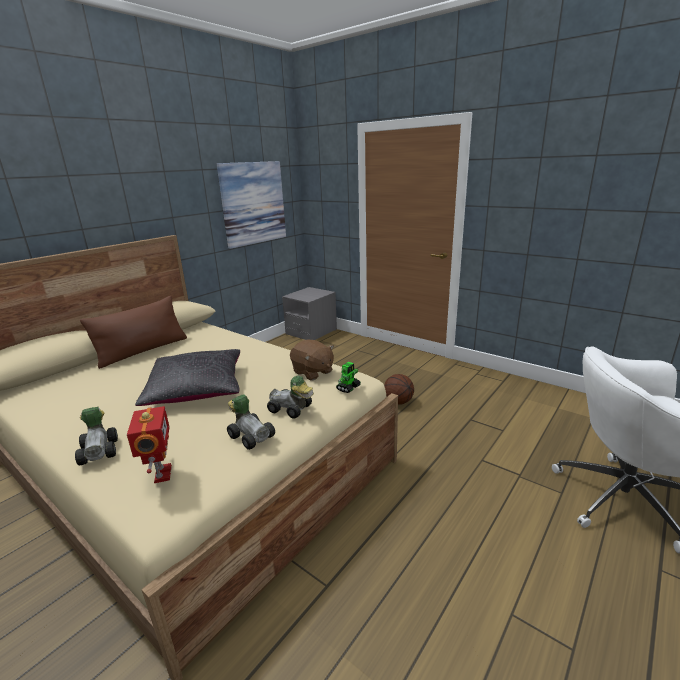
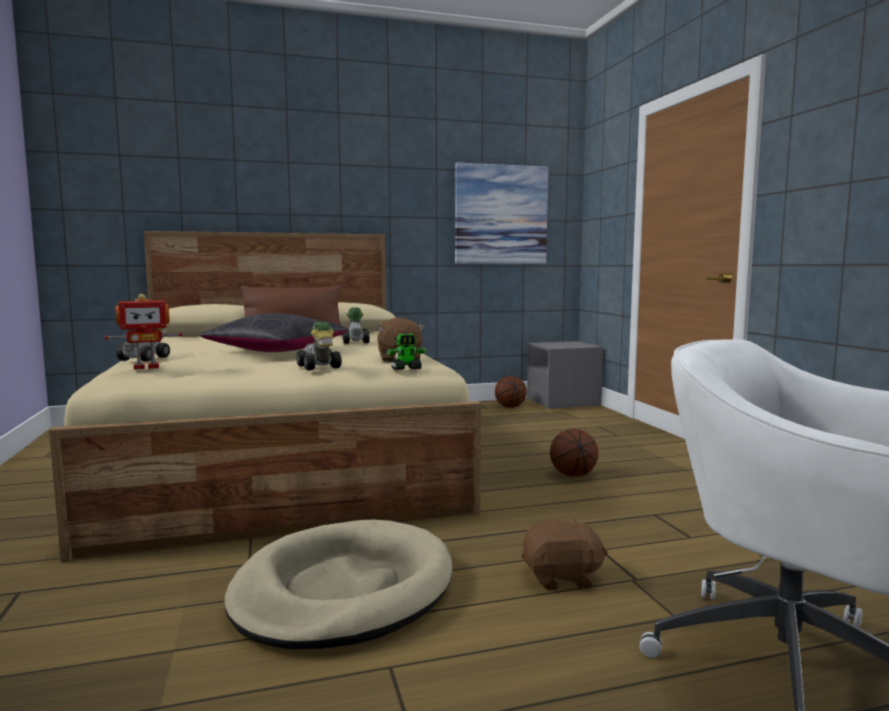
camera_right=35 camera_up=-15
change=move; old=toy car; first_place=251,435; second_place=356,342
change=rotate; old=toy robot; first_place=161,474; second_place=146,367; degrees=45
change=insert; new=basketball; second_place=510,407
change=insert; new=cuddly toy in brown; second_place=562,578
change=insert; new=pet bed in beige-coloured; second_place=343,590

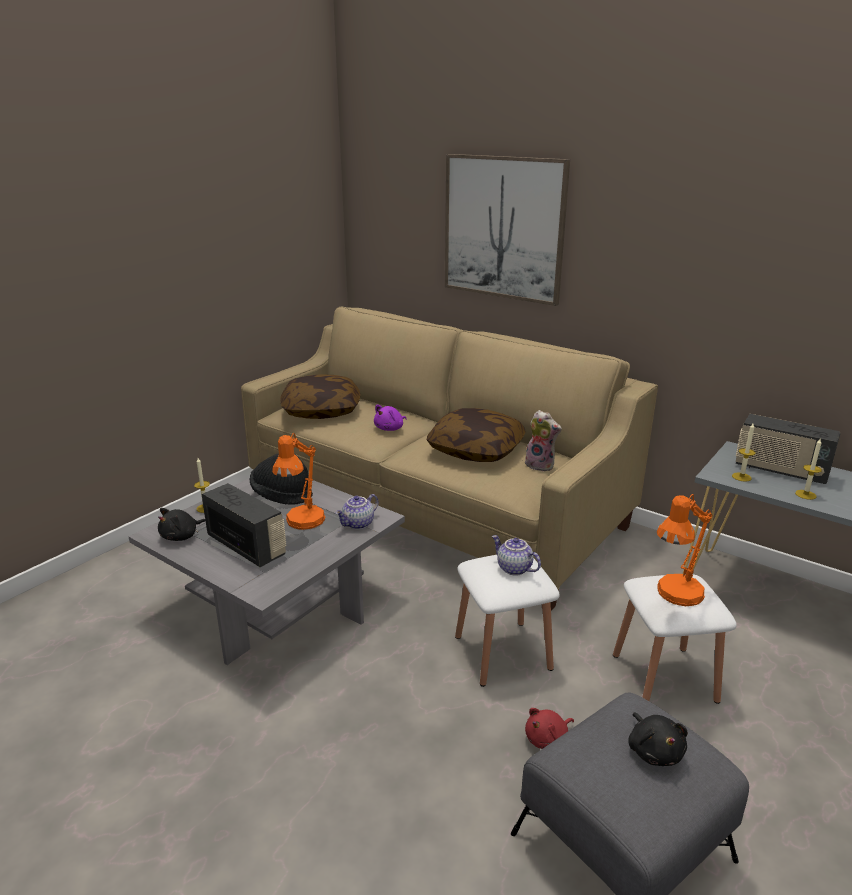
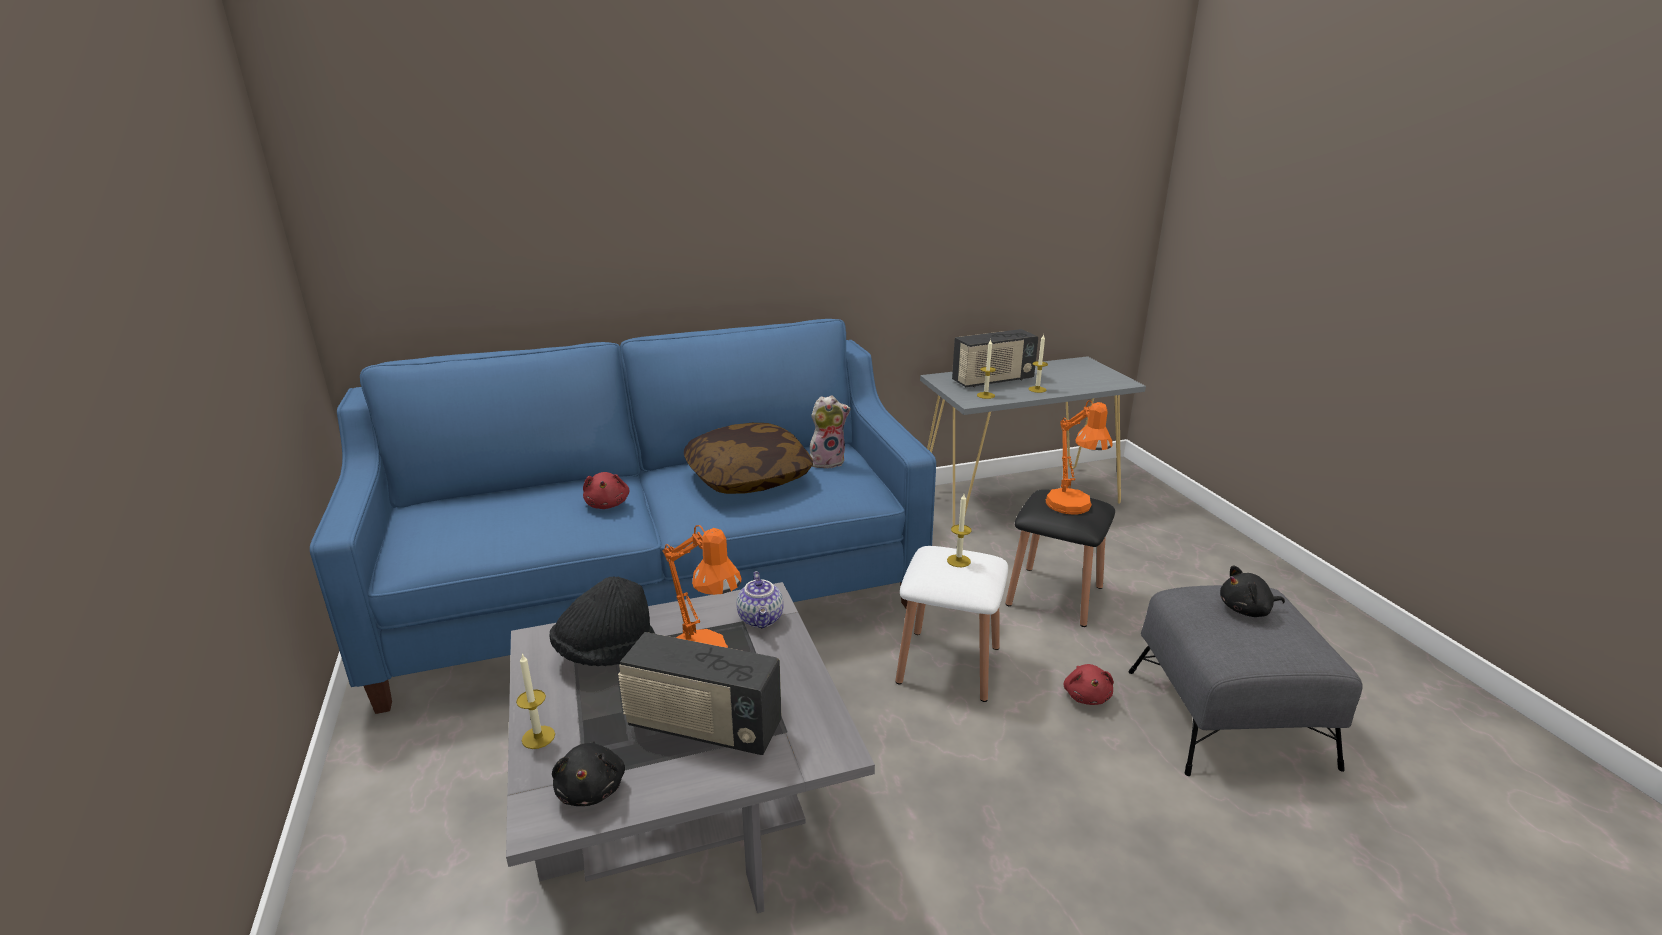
camera_right=-55 camera_up=0
change=delete; old=picture; first_place=503,228
change=recolor; old=settee in beige-coloured; new=settee in bluish; first_place=435,507; second_place=654,590
change=delete; old=pillow; first_place=321,410
change=recolor; old=cuddly toy in purple; new=cuddly toy in red-coloured; first_place=390,428; second_place=607,504
change=rotate; old=radio receiver; first_place=247,546; second_place=703,728; degrees=-150
change=replace; old=tea pot; new=wax light; first_place=513,569; second_place=958,561
change=recolor; old=stool seat in whitish; new=stool seat in black-coloured; first_place=664,677; second_place=1054,595
change=rotate; old=cuddly toy in black-coloured; first_place=654,751; second_place=1247,610; degrees=150

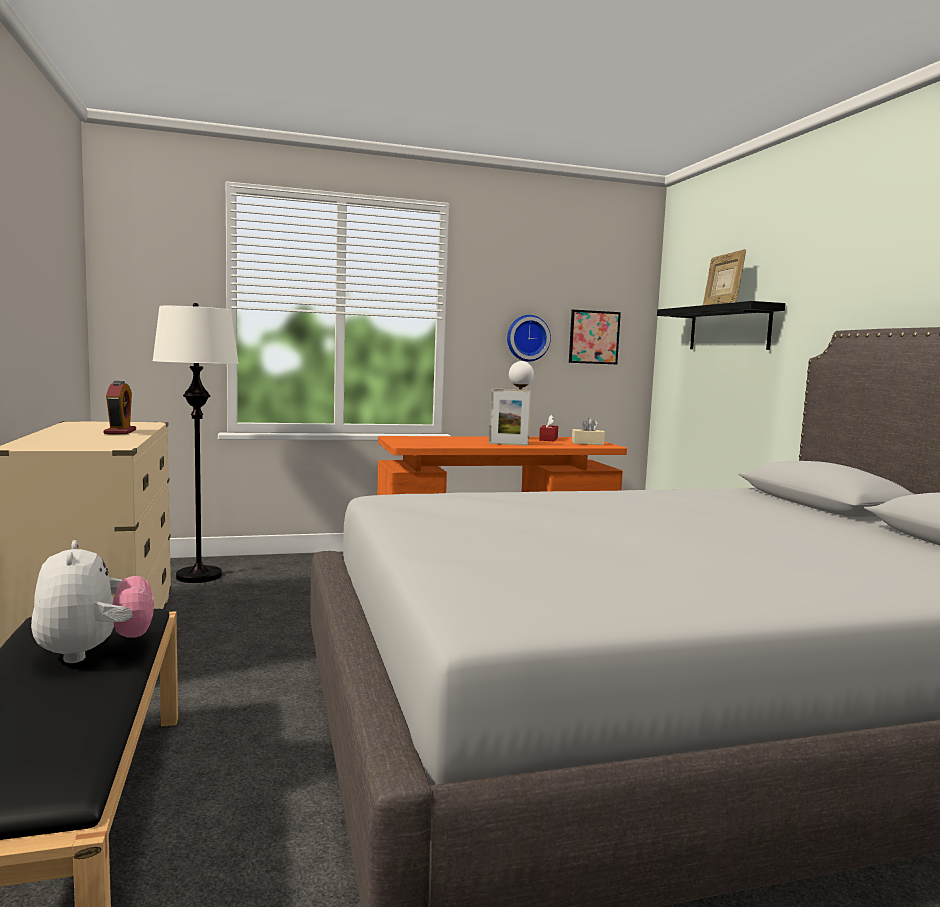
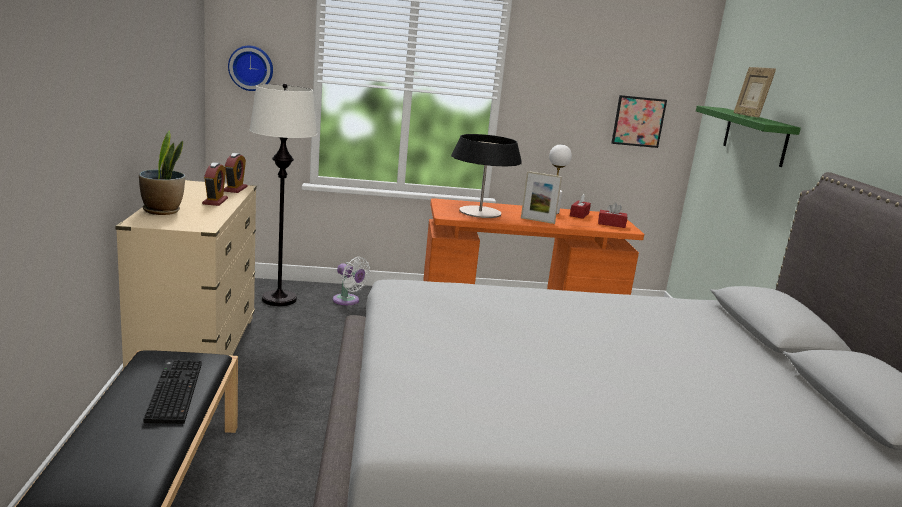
camera_right=10 camera_up=10
change=recolor; old=bracket shelf in black-coloured; new=bracket shelf in green-coloured; first_place=729,328; second_place=755,136
change=move; old=wall clock; first_place=527,338; second_place=251,68
change=recolor; old=tissue holder in beige-coloured; new=tissue holder in red-coloured; first_place=587,443; second_place=611,224
change=replace; old=cuddly toy; new=PC keyboard; first_place=93,652; second_place=173,391
change=insert; new=plant in a pot; second_place=163,211
change=insert; new=tabletop lamp; second_place=480,212
change=insert; new=table clock; second_place=235,189
change=insert; new=electric fan in whitish; second_place=348,301

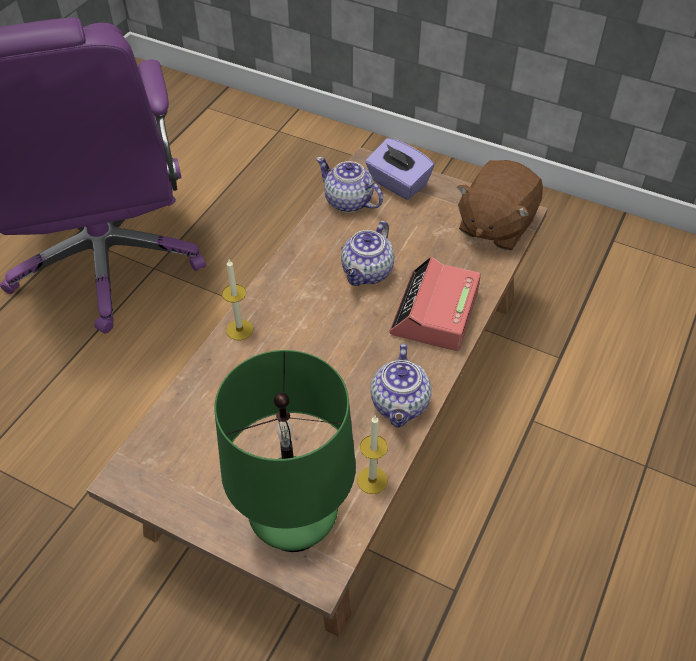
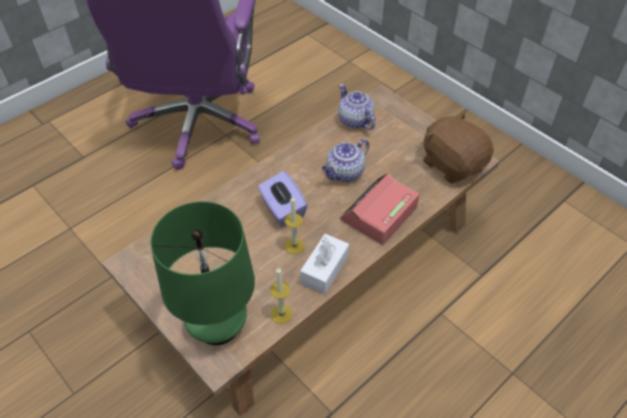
camera_right=20 camera_up=0
change=move; old=tissue holder in purple; first_place=397,184; second_place=282,210
change=rotate; old=cuddly toy in brown; first_place=495,226; second_place=452,164; degrees=90
change=move; old=wax light; first_place=239,330; second_place=294,246
change=replace; old=tea pot; new=tissue holder in whitish; first_place=400,405; second_place=324,270

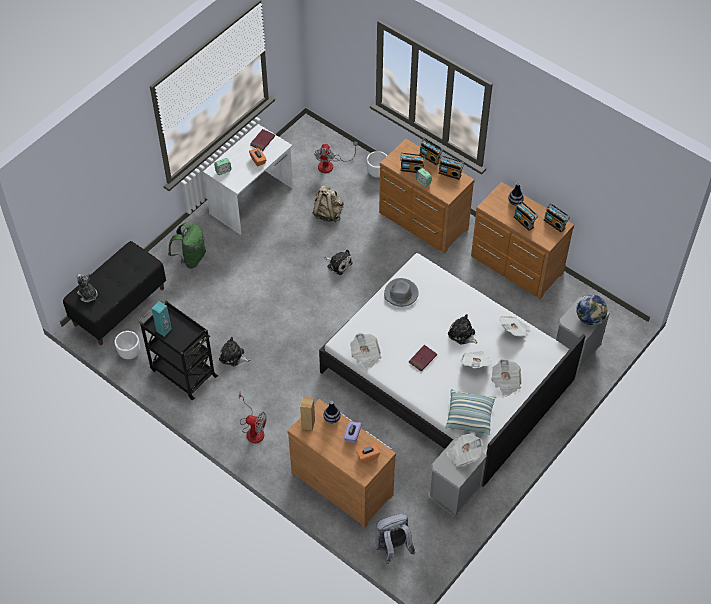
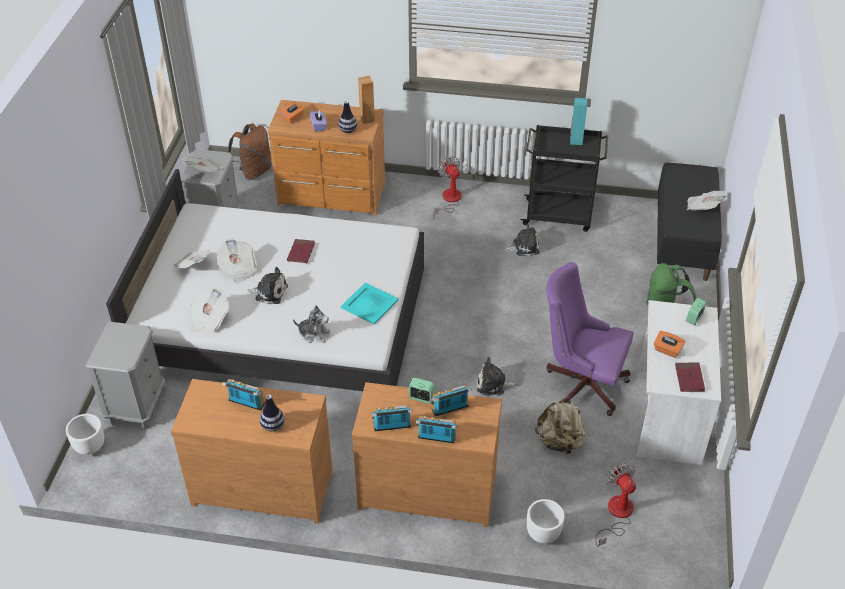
camera_right=150 camera_up=-10
change=delete; old=radio receiver; first_place=555,223
change=move; old=cuddly toy; first_place=88,295; second_place=314,334
change=replace; old=clothing hat in gray; new=serving tray in turquoise; first_place=401,294; second_place=369,304
change=delete; old=globe; first_place=589,318
change=move; old=planter in whitish; first_place=129,353; second_place=90,447
change=move; old=daily paper; first_place=365,355; second_place=703,208
change=delete; old=pillow; first_place=470,416
change=rotate; old=electric fan; first_place=253,429; second_place=449,200; degrees=75
change=recolor; old=knapsack in gray; new=knapsack in brown; first_place=392,548; second_place=254,171
change=insert; new=desk chair in purple; second_place=581,383

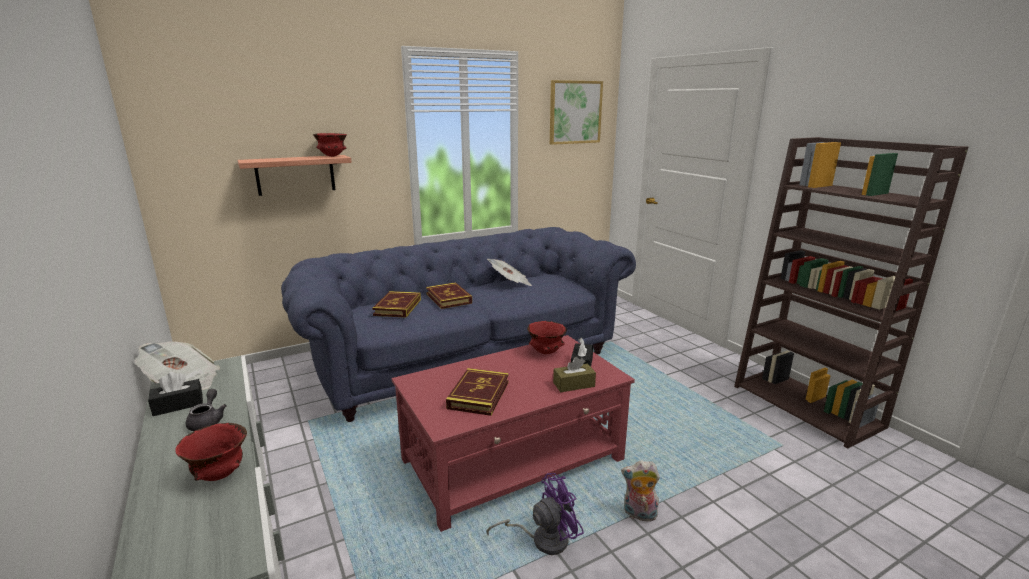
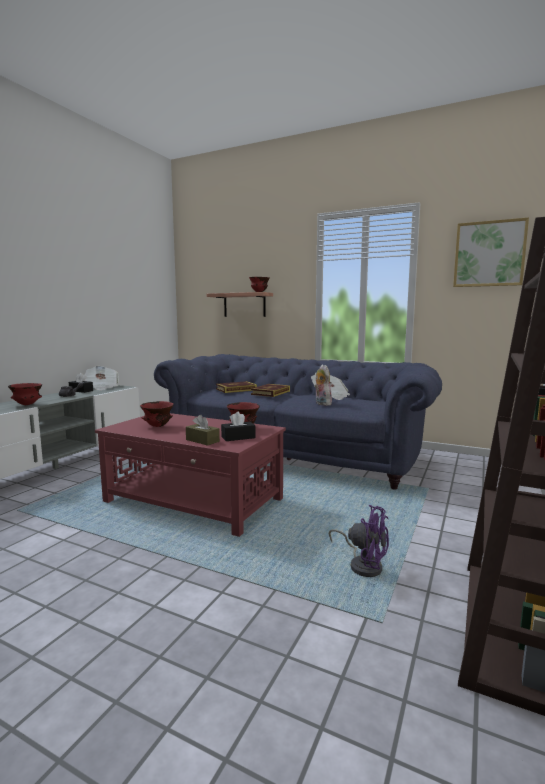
camera_right=55 camera_up=-10
change=replace; old=volume; new=deep dish in red-coloured; first_place=478,395; second_place=158,426
change=move; old=cuddly toy; first_place=639,515; second_place=321,404
change=move; old=electric fan in purple; first_place=542,539; second_place=363,565

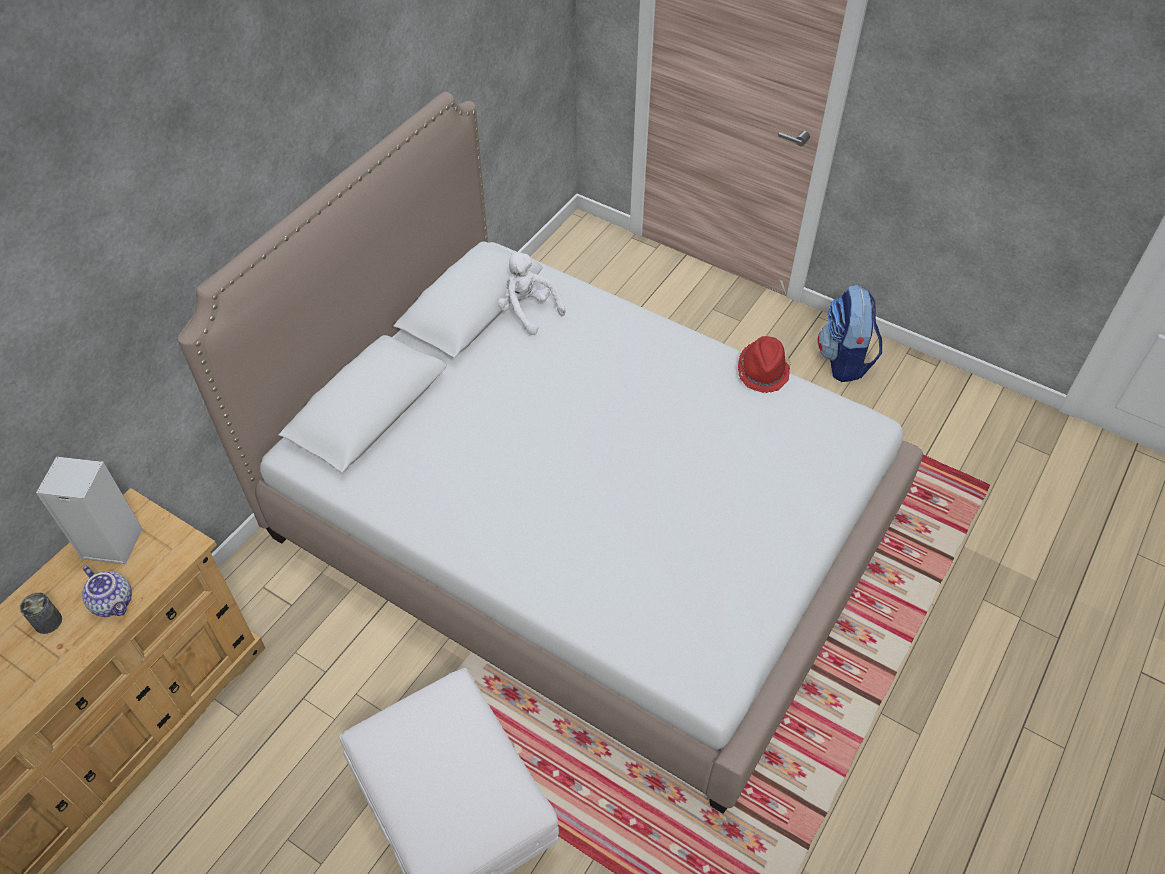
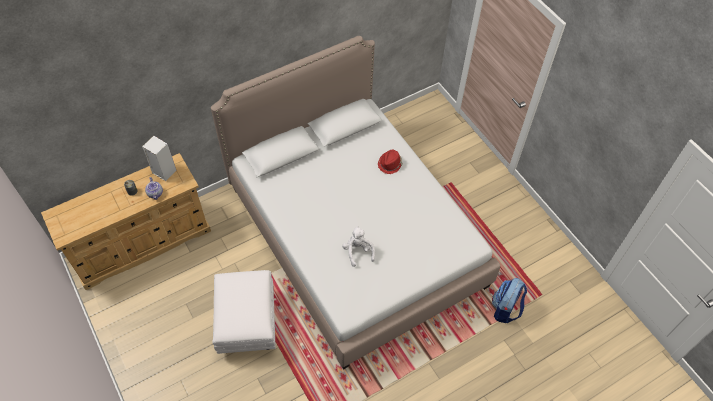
camera_right=25 camera_up=5
change=move; old=cuddly toy in whitish; first_place=527,311; second_place=358,251
change=move; old=knapsack; first_place=844,360; second_place=505,309
change=move; old=clothing hat in red-coloured; first_place=763,371; second_place=390,164

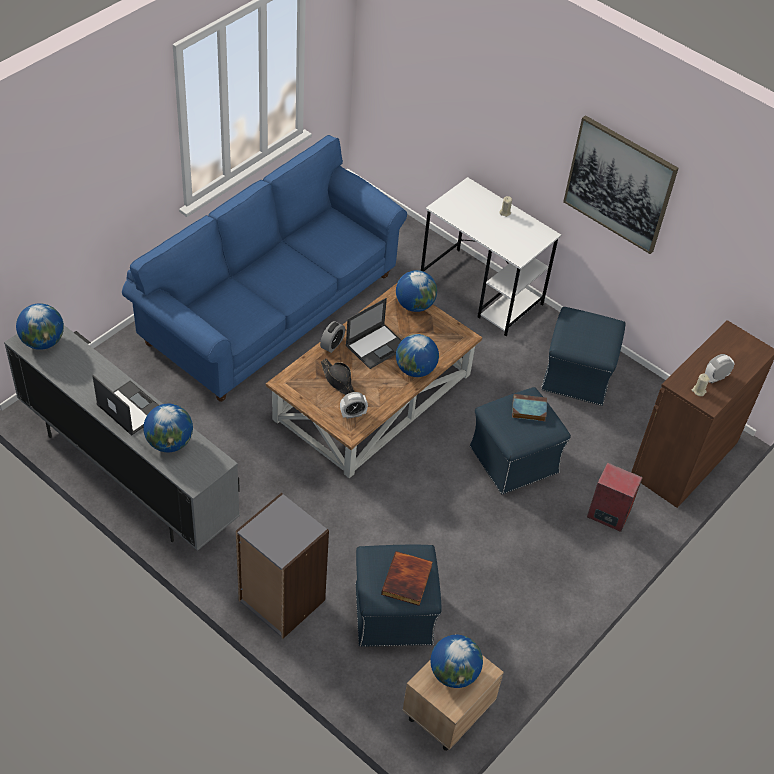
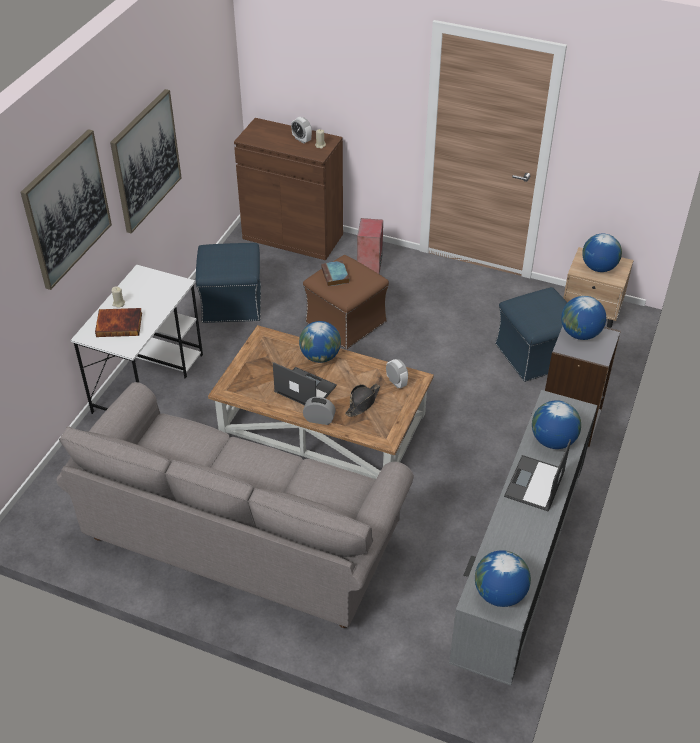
camera_right=-105 camera_up=-5
change=recolor; old=settee in bluish; new=settee in gray; first_place=270,309; second_place=242,536
change=move; old=globe; first_place=414,305; second_place=580,334
change=recolor; old=ottoman in bluish; new=ottoman in brown; first_place=513,460; second_place=346,322
change=move; old=volume; first_place=408,580; second_place=119,324
change=insert; new=picture; second_place=66,209

